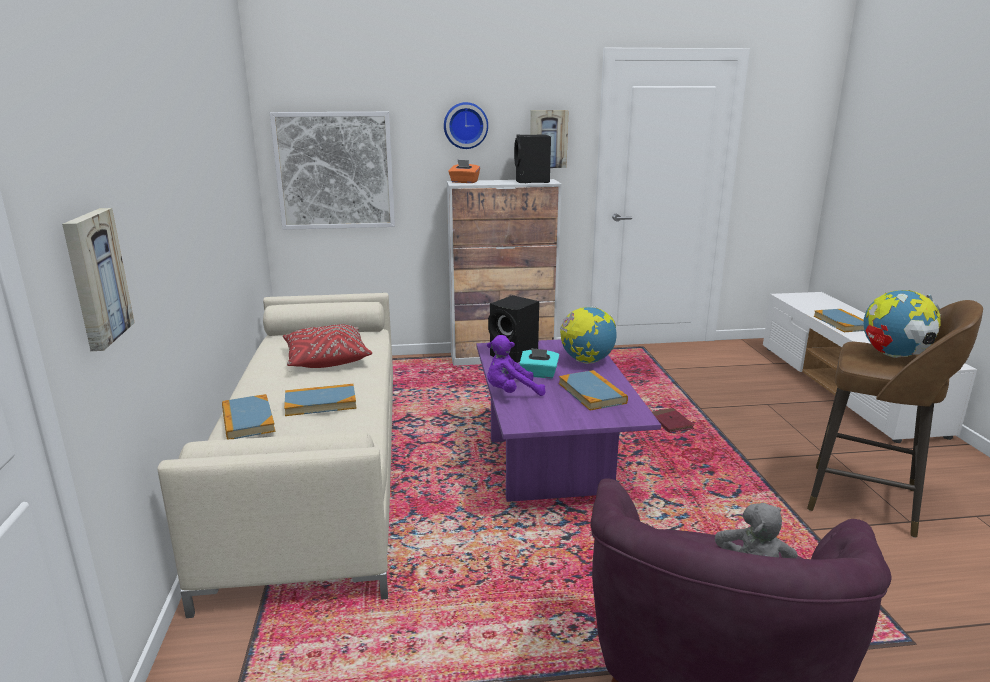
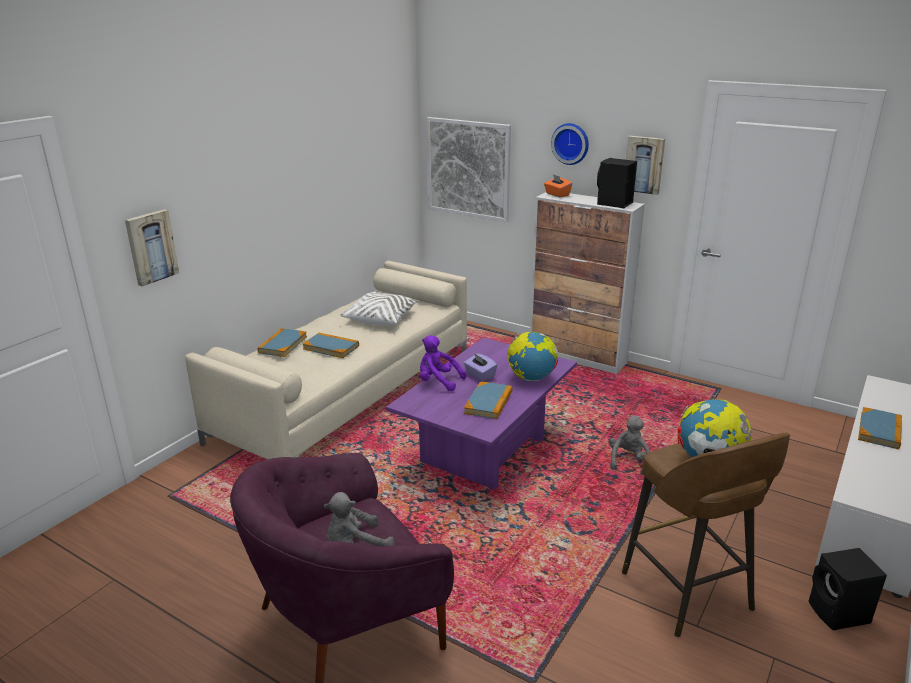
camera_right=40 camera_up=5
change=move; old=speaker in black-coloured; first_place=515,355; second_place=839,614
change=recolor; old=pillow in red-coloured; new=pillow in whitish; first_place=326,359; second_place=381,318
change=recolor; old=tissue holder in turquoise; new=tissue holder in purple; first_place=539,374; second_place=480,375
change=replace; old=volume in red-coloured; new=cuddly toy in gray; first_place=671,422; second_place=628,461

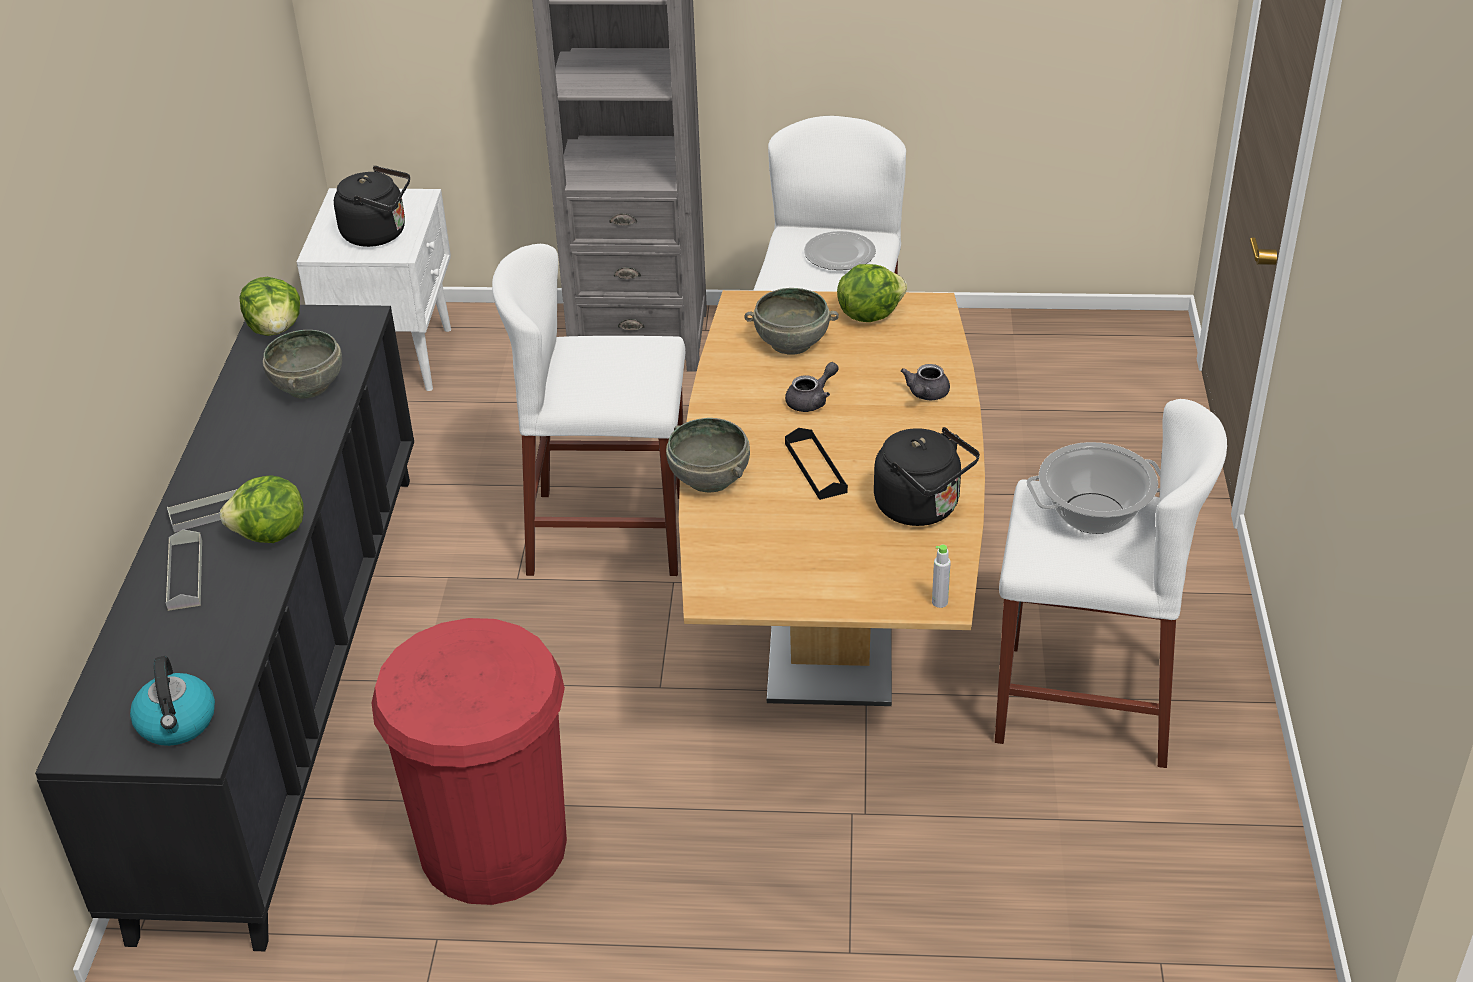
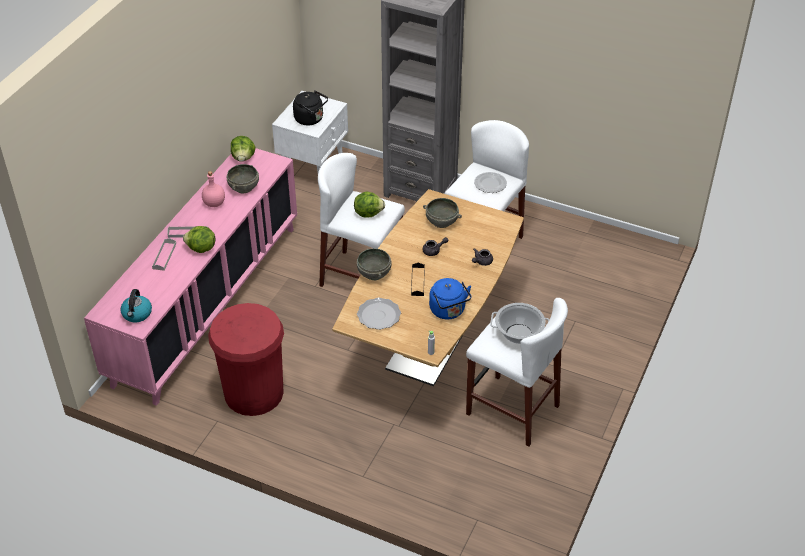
camera_right=20 camera_up=5
change=move; old=head of lettuce; first_place=869,314; second_place=368,213
change=recolor; old=cabinet in black-coloured; new=cabinet in pink; first_place=283,684; second_place=206,304
change=recolor; old=kettle in black-coloured; new=kettle in bluish; first_place=922,508; second_place=448,311
change=insert; new=beverage bottle in pink; second_place=214,203
change=insert; new=plate; second_place=378,315

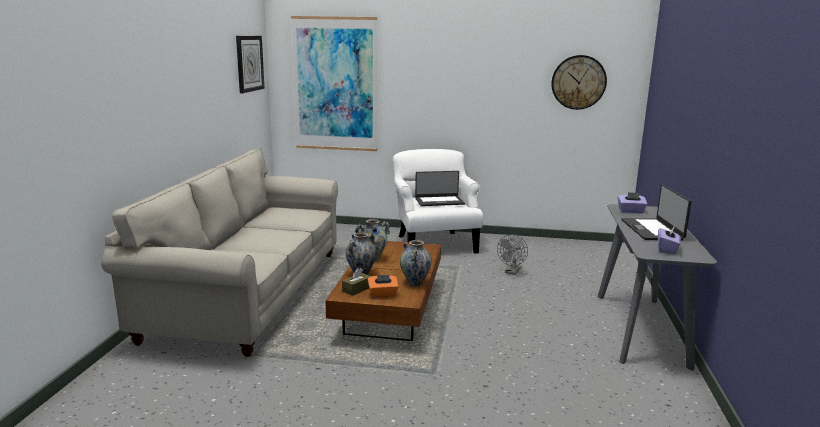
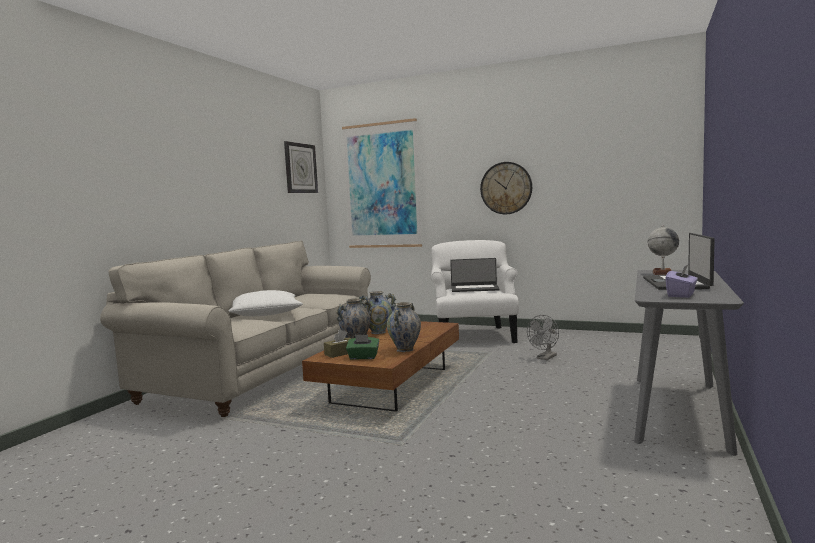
camera_right=15 camera_up=-10
change=move; old=wall clock; first_place=578,82; second_place=506,188
change=replace; old=tissue holder in purple; new=globe; first_place=631,211; second_place=662,273
change=recolor; old=tissue holder in orange-coloured; new=tissue holder in green-coloured; first_place=383,294; second_place=363,357
change=insert; new=pillow in whitish; second_place=265,314

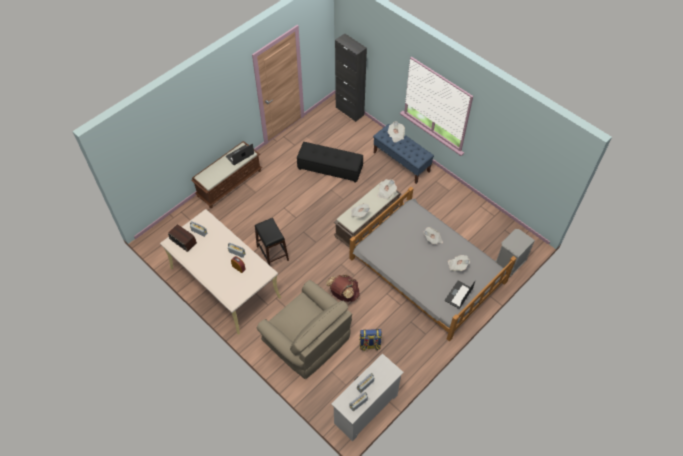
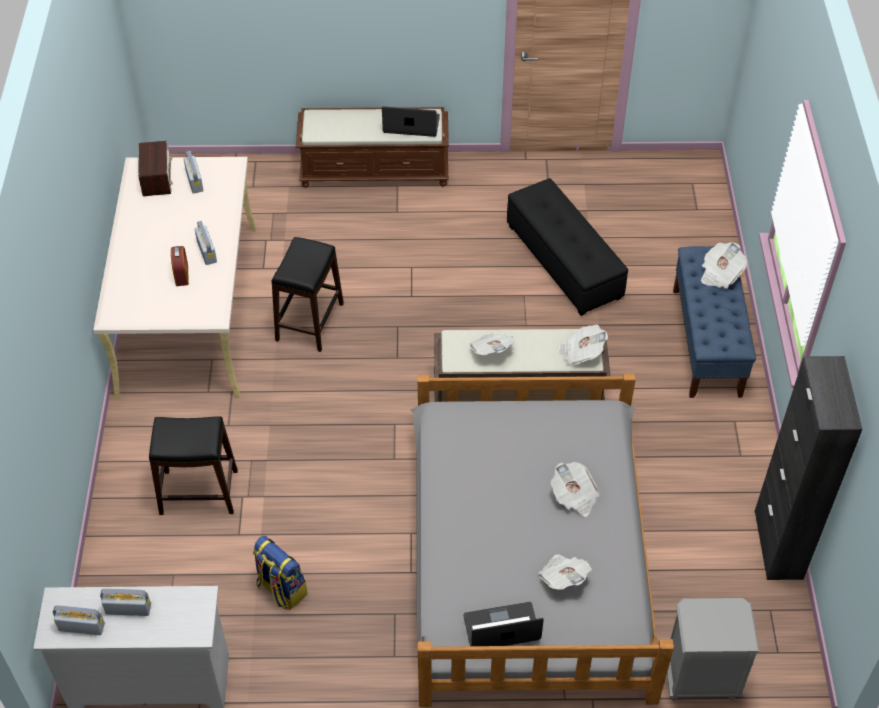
camera_right=45 camera_up=-5
change=move; old=cabinet in black-coloured; first_place=349,111; second_place=778,544
change=delete; old=knapsack in brown; first_place=343,294
change=replace; old=lounge chair in beige-coloured; new=stool seat in black-coloured; first_place=307,339; second_place=199,492

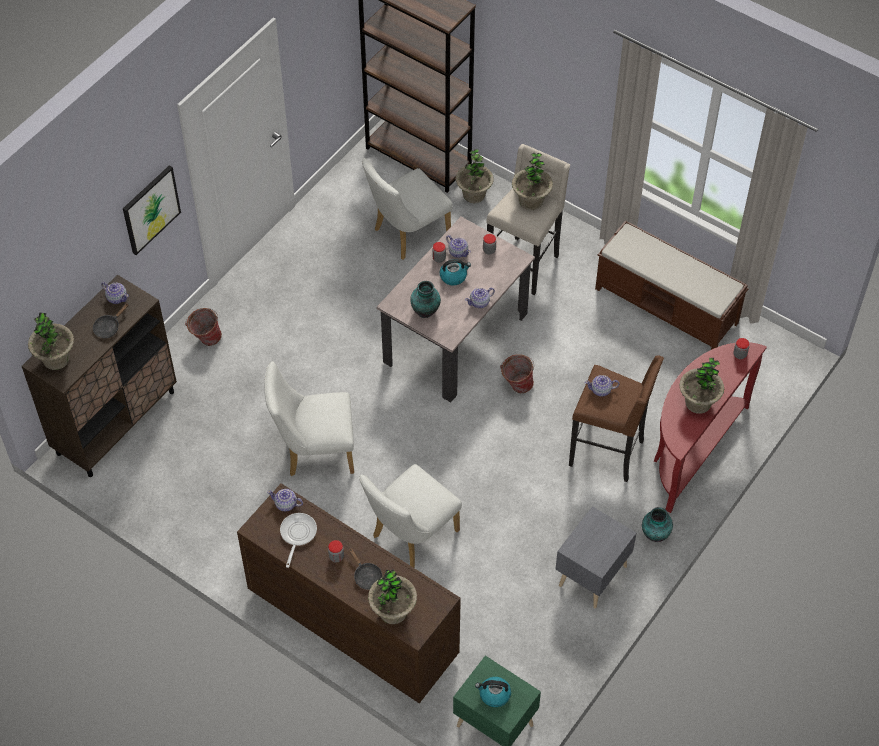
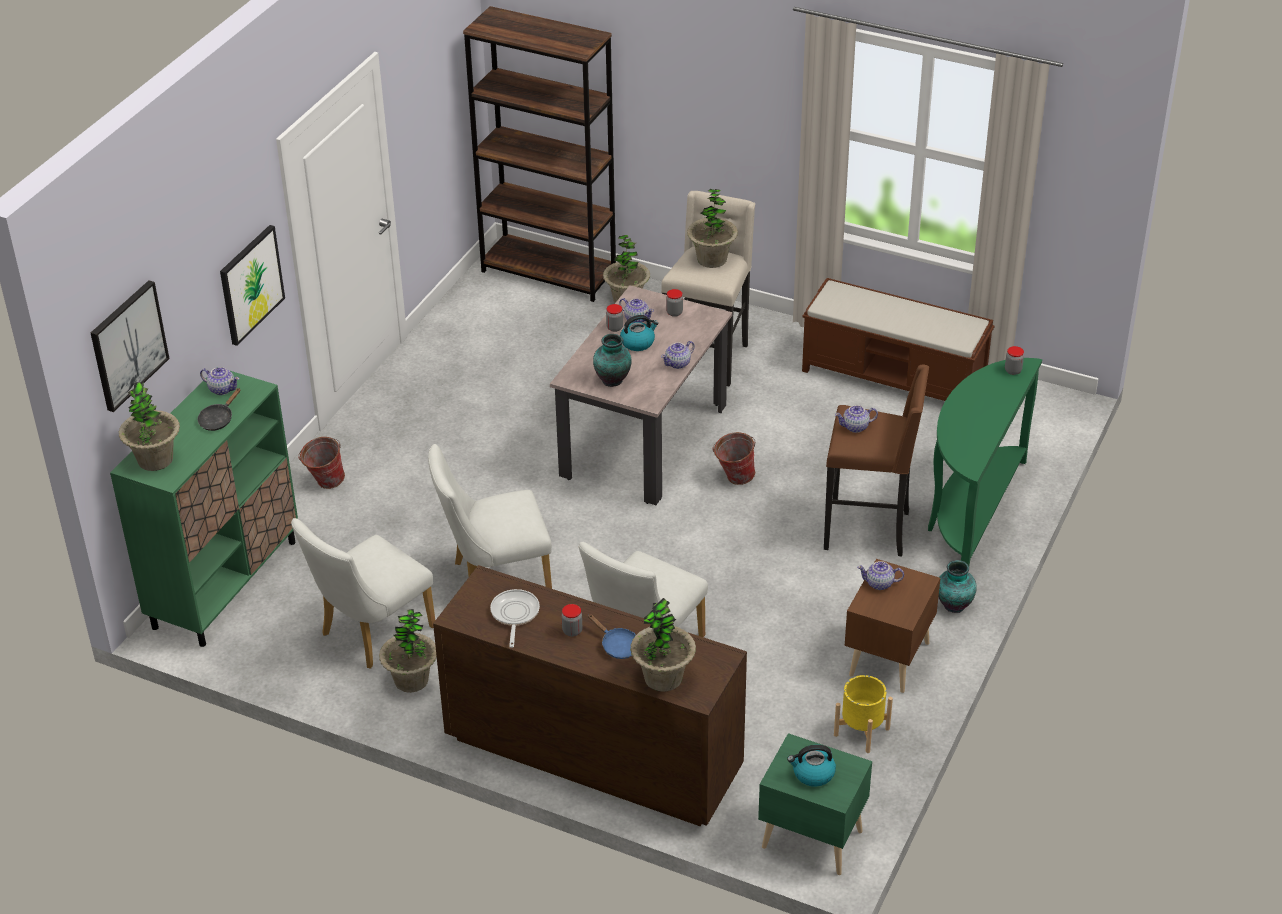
camera_right=-10 camera_up=-15
change=move; old=upright chair in whitish; first_place=407,234; second_place=371,634
change=recolor; old=cabinet in brown; new=cabinet in green-coloured; first_place=116,422; second_place=225,583
change=recolor; old=hall table in red-coloured; new=hall table in green-coloured; first_place=692,449; second_place=970,512
change=move; old=plant in a pot; first_place=698,403; second_place=411,680
change=move; old=tea pot; first_place=286,504; second_place=880,584
change=recolor; old=night table in gray; new=night table in brown; first_place=591,576; second_place=887,659
change=recolor; old=frying pan in black-coloured; new=frying pan in bluish; first_place=366,576; second_place=617,646
change=insert; new=picture; second_place=128,345
change=insert; new=planter in yellow-coloured; second_place=862,732

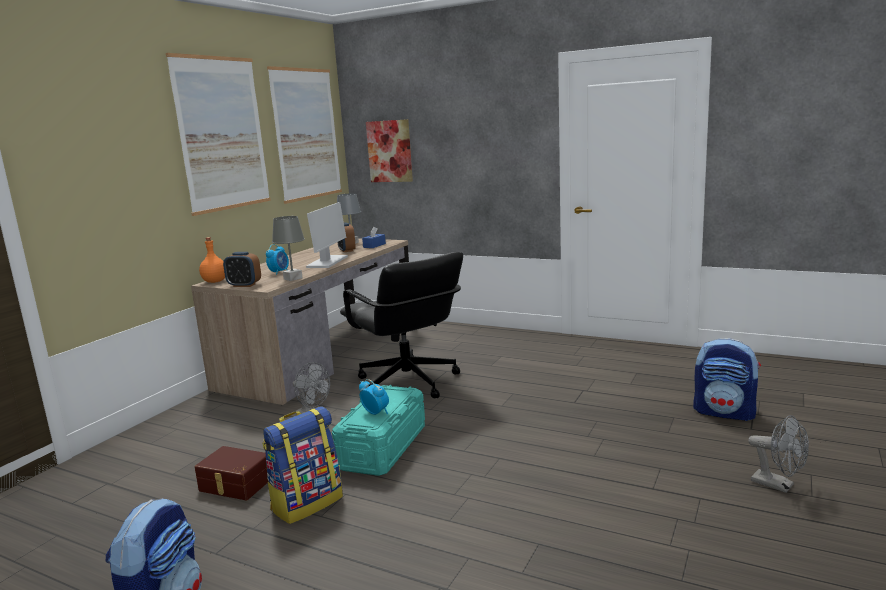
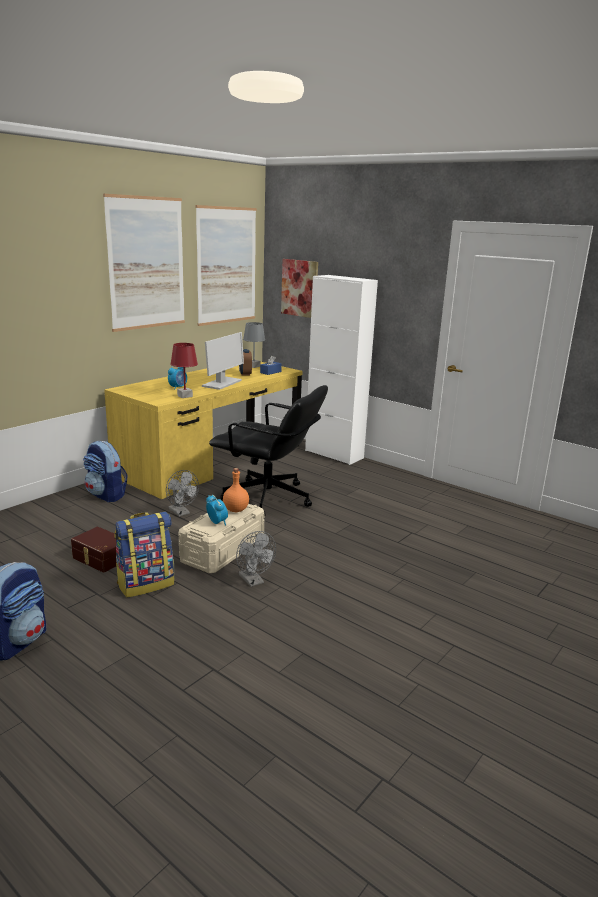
camera_right=10 camera_up=5
change=recolor; old=tabletop lamp in gray; new=tabletop lamp in red-coloured; first_place=293,278; second_place=185,396
change=move; old=beverage bottle in orange-coloured; first_place=214,281; second_place=235,510
change=recolor; old=desk in brown; new=desk in yellow-coloured; first_place=323,355; second_place=212,461
change=delete; old=table clock; first_place=244,285
change=rotate; old=desk chair in black-coloured; first_place=407,383; second_place=268,498; degrees=-45
change=move; old=knapsack; first_place=725,412; second_place=106,495
change=recolor; old=storage bin in turquoise; new=storage bin in beige-coloured; first_place=382,447; second_place=222,550
change=move; old=electric fan in gray; first_place=778,485; second_place=253,581
change=insert; new=cabinet in whitish; second_place=334,454

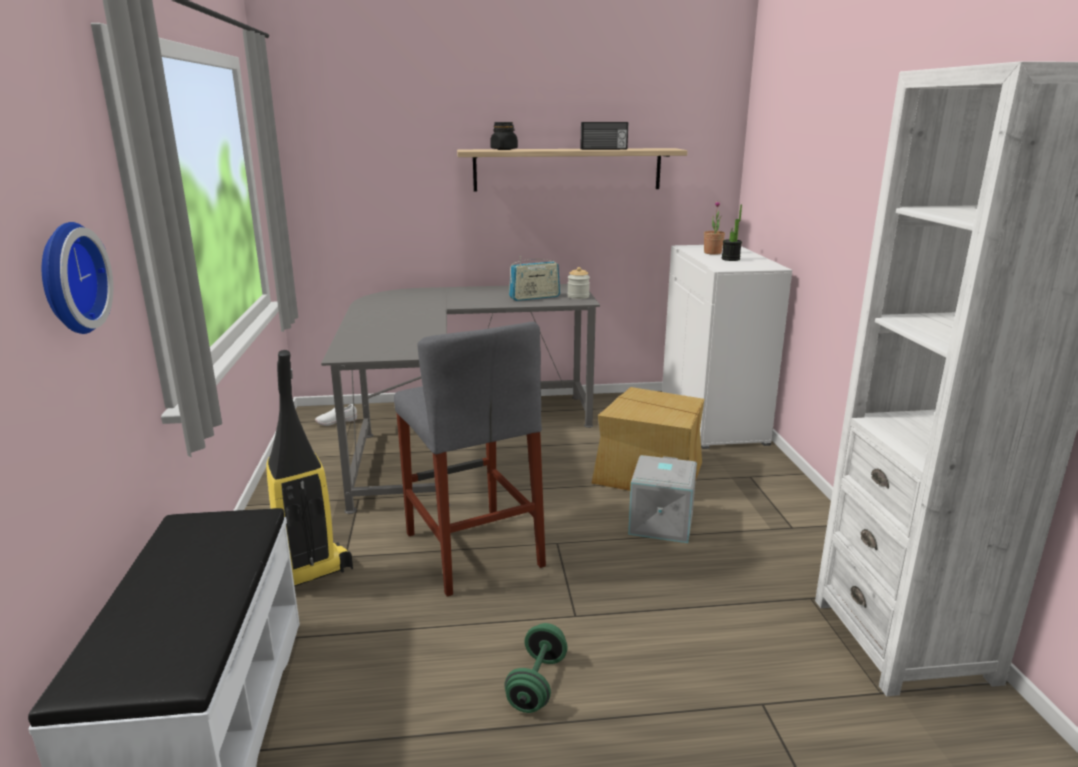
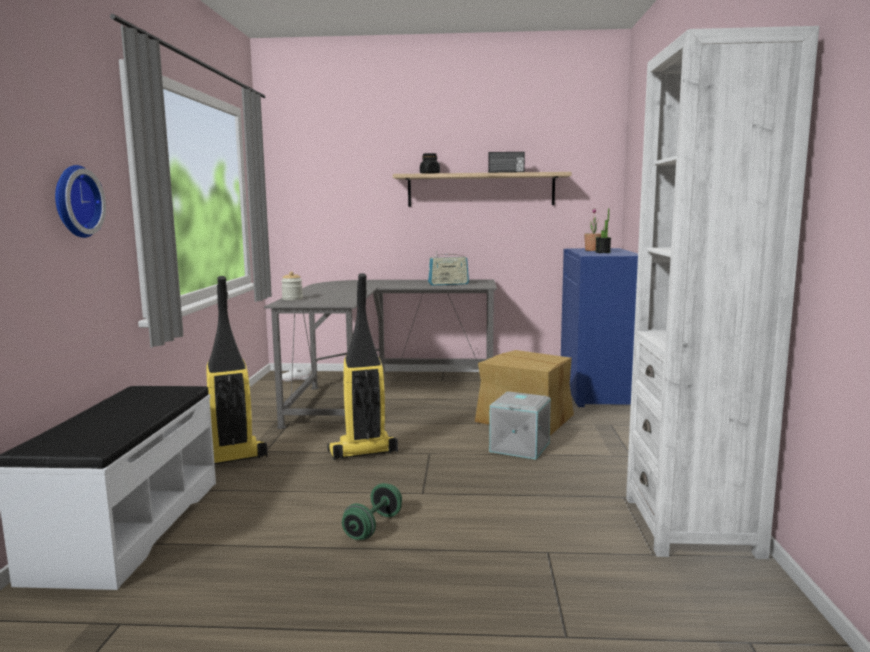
camera_right=10 camera_up=-10
change=recolor; old=cabinet in whitish; new=cabinet in bluish; first_place=713,420; second_place=597,390
change=move; old=preserve jar; first_place=578,296; second_place=292,299
change=replace; old=stool seat in gray; new=vacuum; first_place=473,549; second_place=362,452

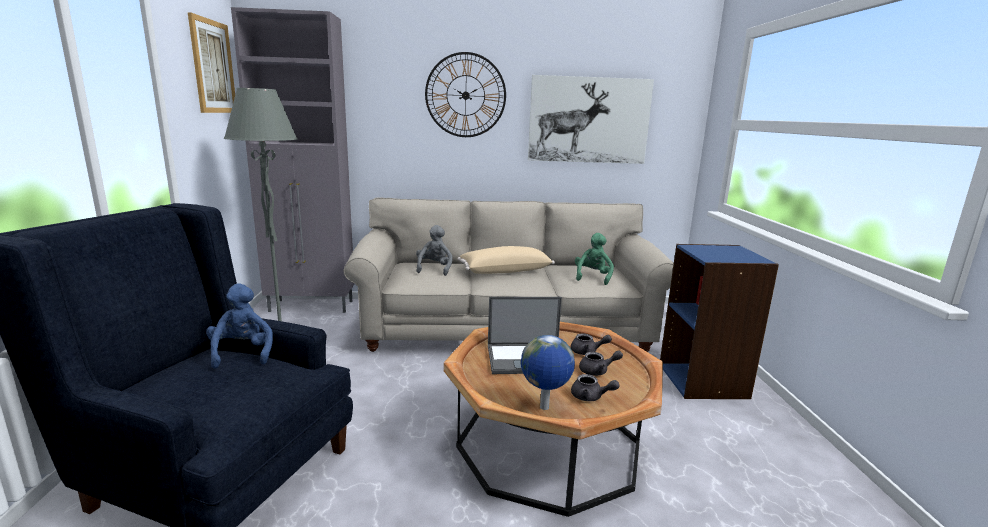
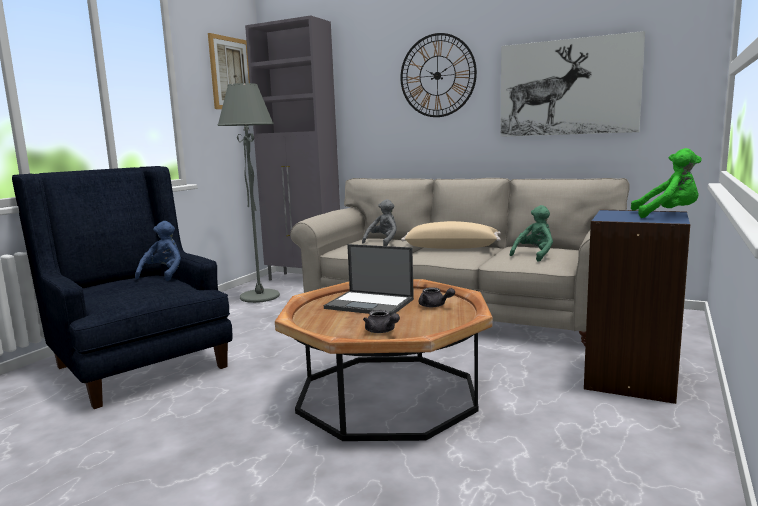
camera_right=30 camera_up=-5
change=delete; old=globe; first_place=544,408
change=delete; old=tea pot in gray; first_place=597,371
change=insert; new=cuddly toy in green-coloured; second_place=667,215

